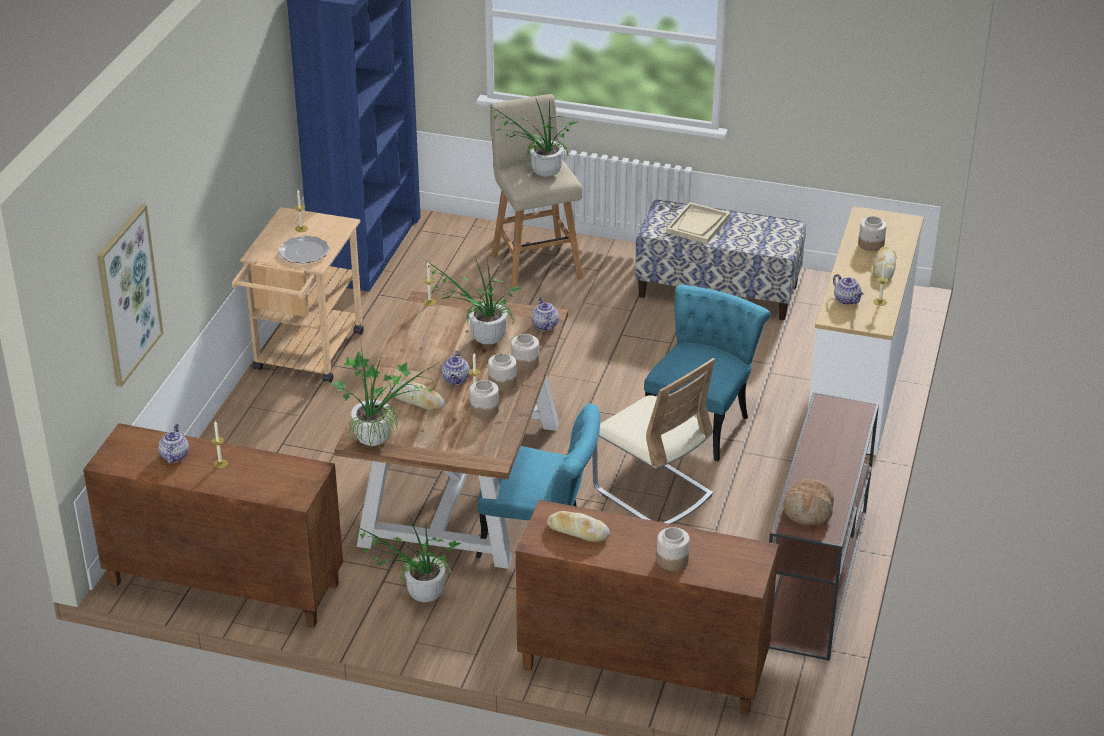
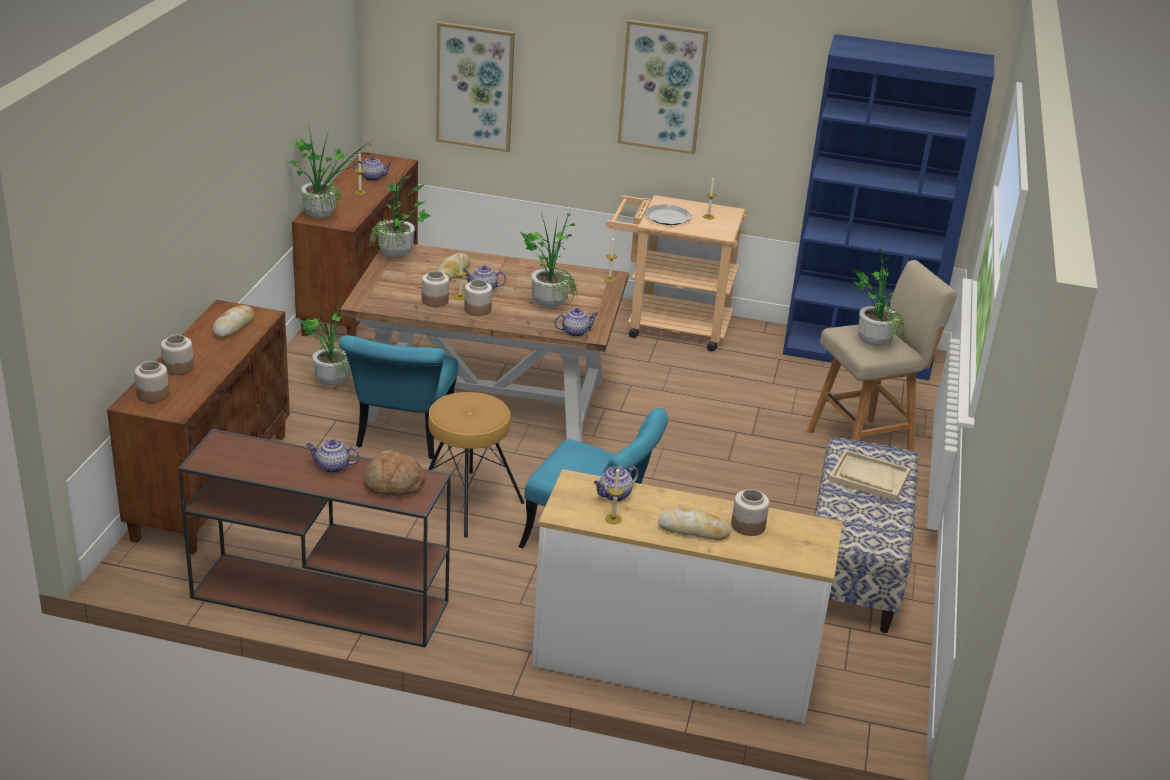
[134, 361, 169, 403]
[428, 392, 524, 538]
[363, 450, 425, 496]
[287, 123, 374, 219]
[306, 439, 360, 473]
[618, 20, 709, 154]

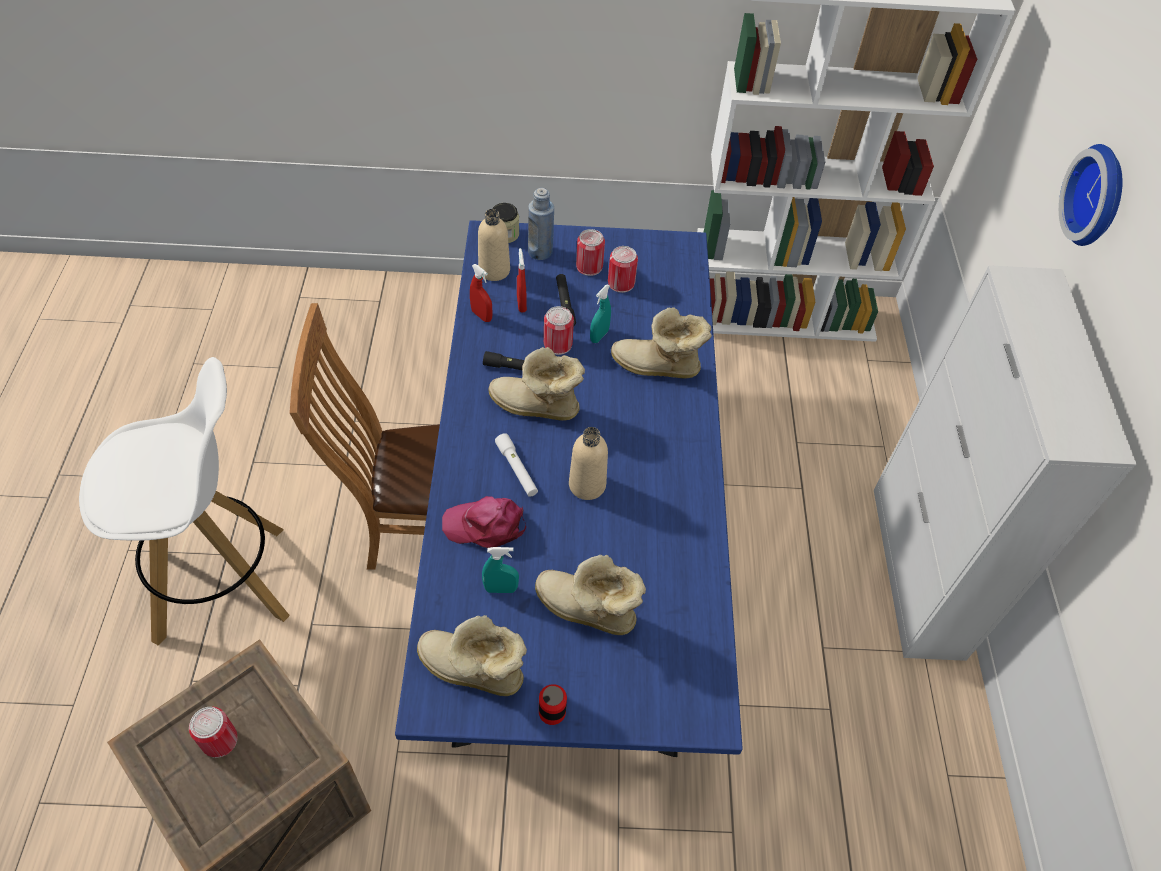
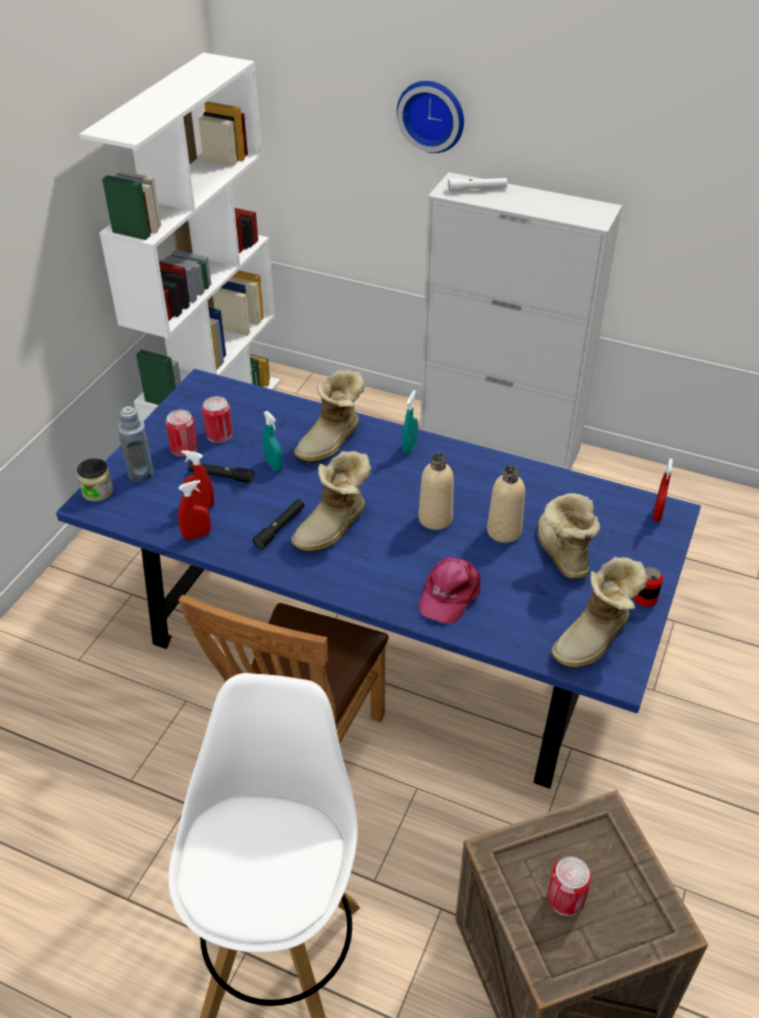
[487, 465, 525, 543]
[402, 390, 418, 454]
[448, 178, 507, 192]
[537, 493, 600, 579]
[544, 306, 574, 355] (first image)
[653, 458, 673, 522]

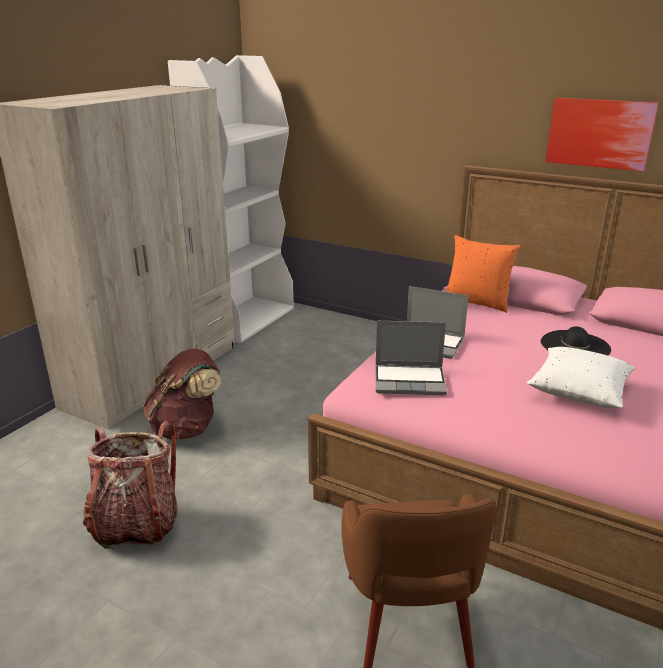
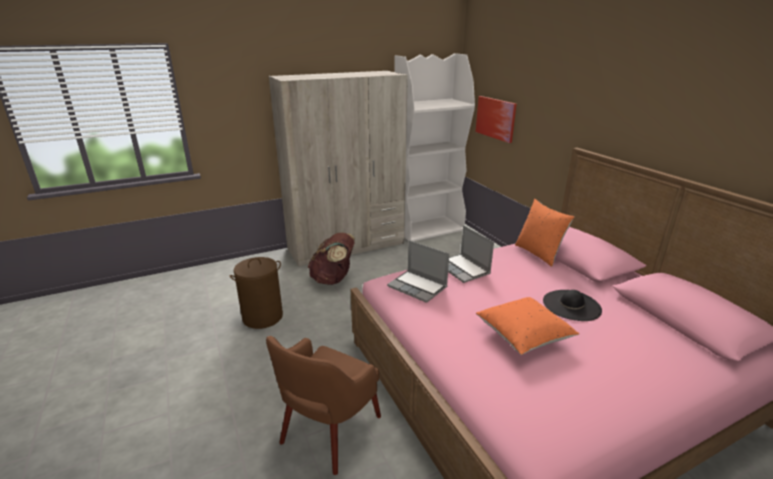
[229, 257, 283, 329]
[476, 297, 579, 355]
[476, 96, 516, 143]

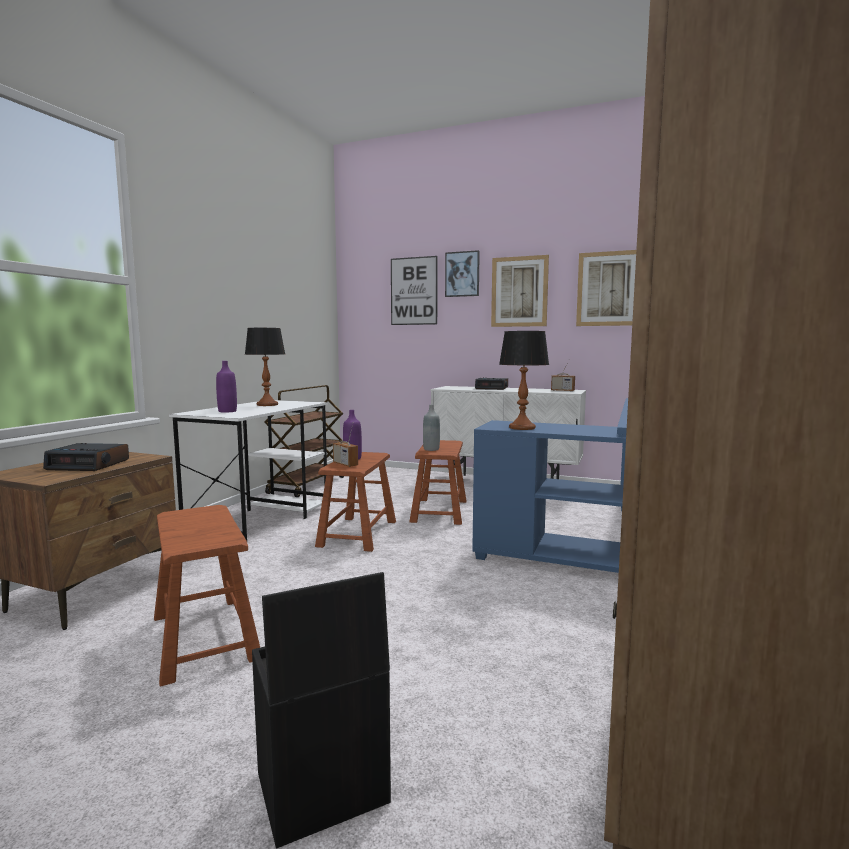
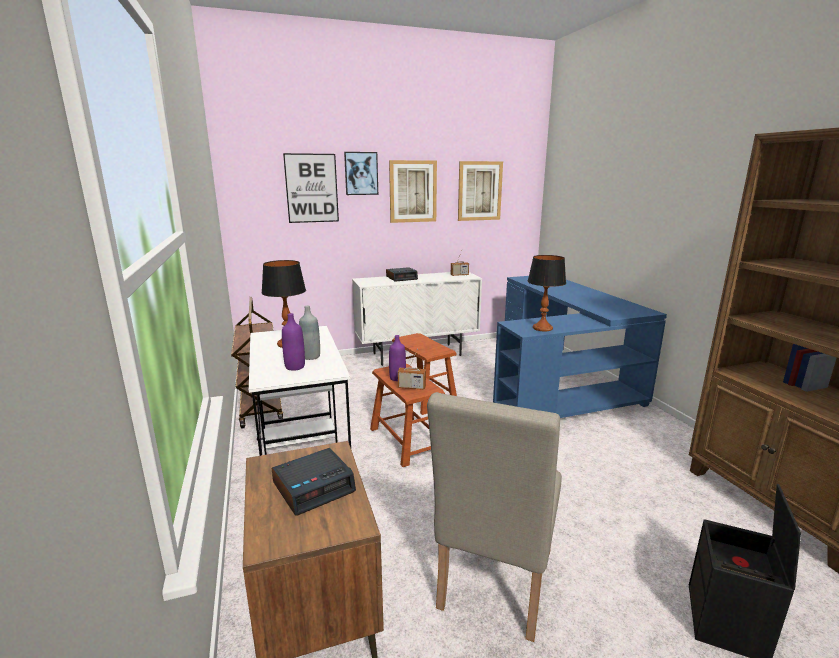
[427, 392, 562, 642]
[299, 306, 320, 360]

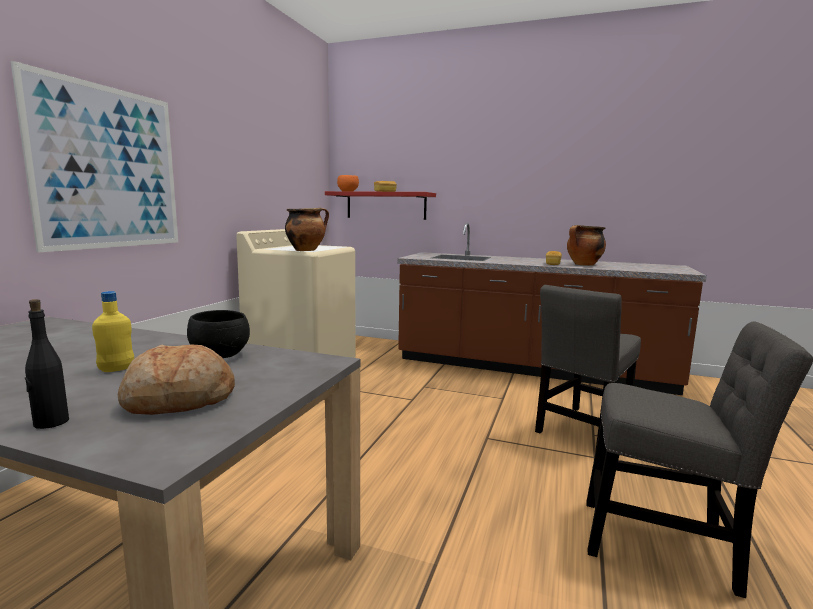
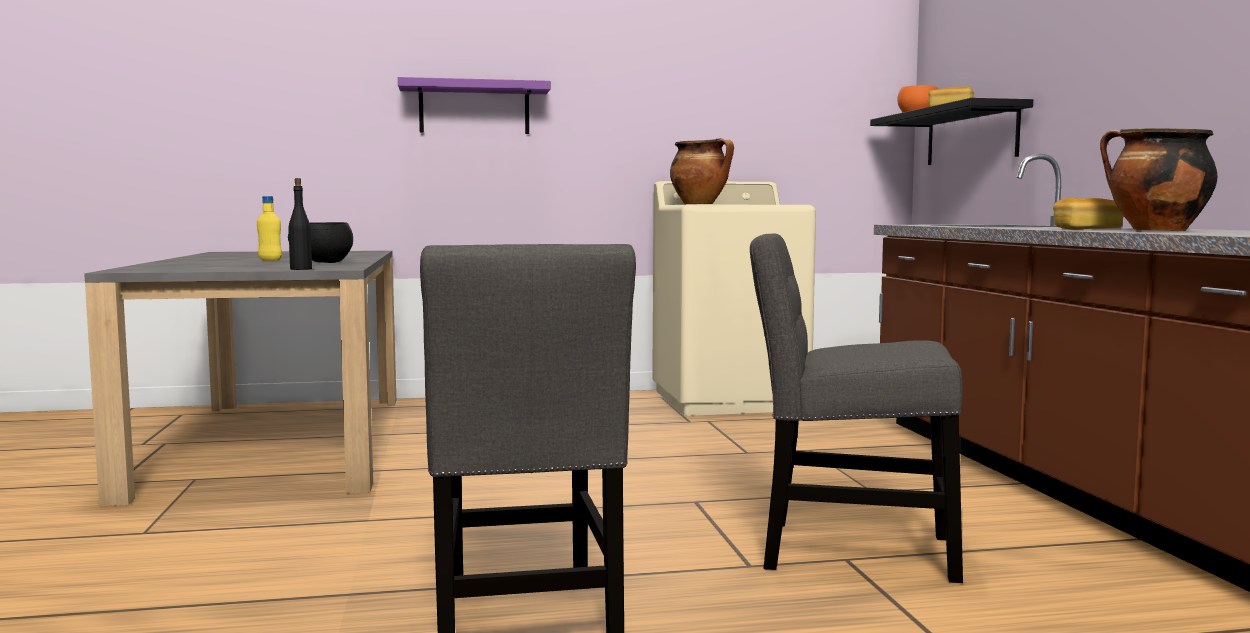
[398, 77, 551, 134]
[288, 178, 312, 270]
[118, 344, 235, 415] (first image)
[870, 98, 1033, 165]

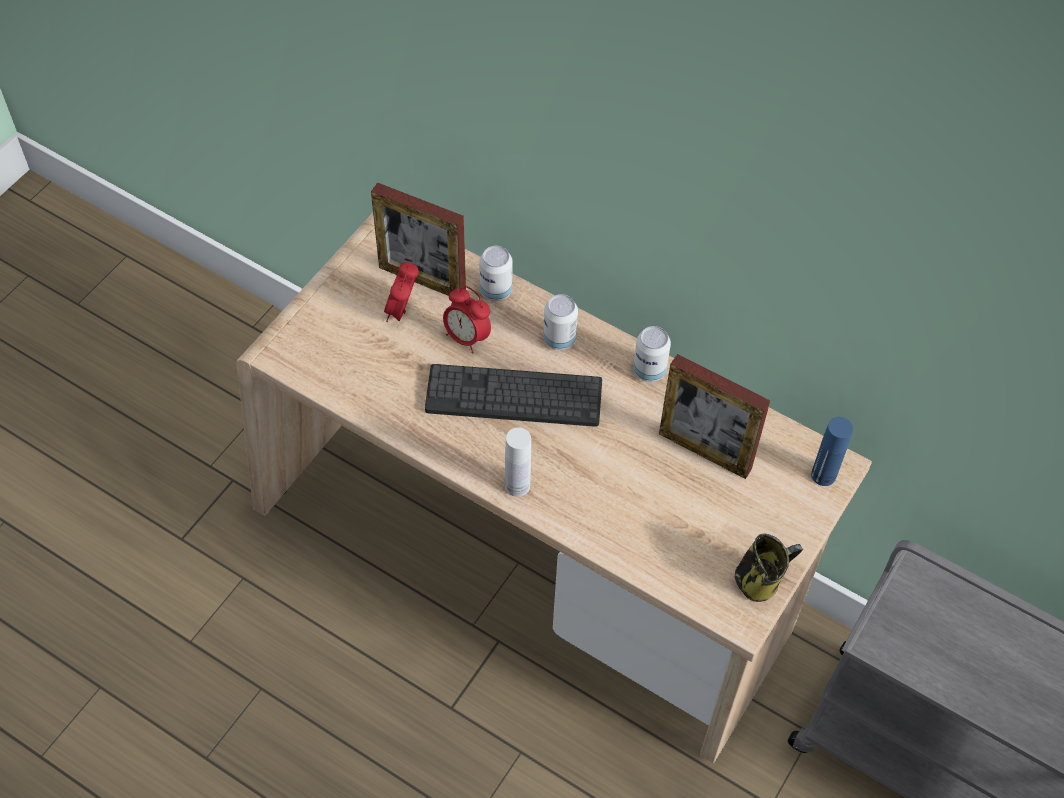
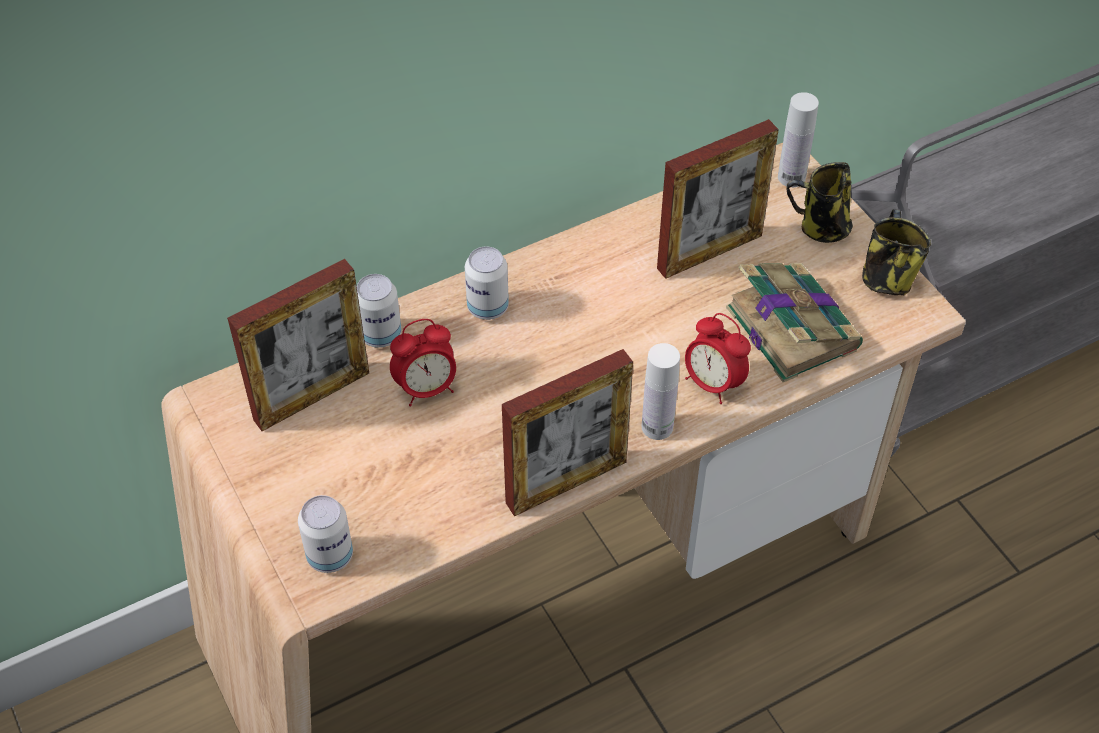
[685, 313, 751, 404]
[425, 364, 602, 427] (first image)
[298, 495, 353, 573]
[778, 92, 819, 187]
[502, 349, 633, 517]
[726, 263, 863, 382]
[787, 162, 853, 243]

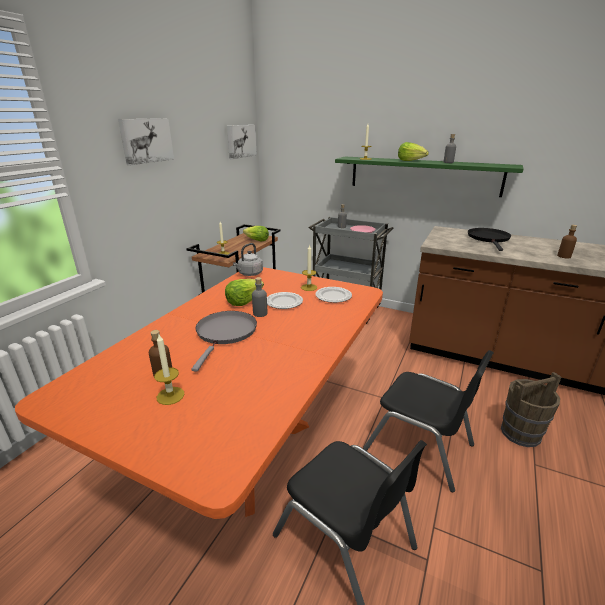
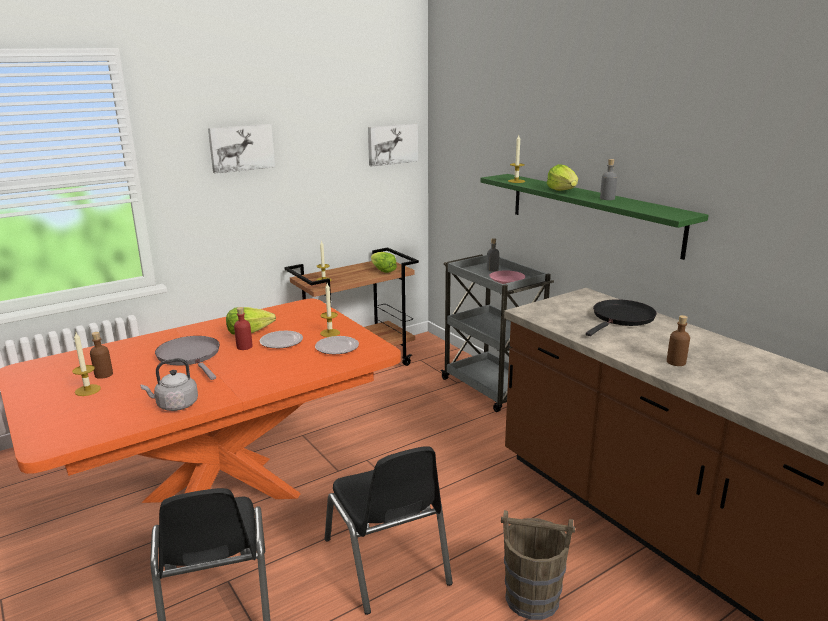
[155, 336, 220, 380]
[140, 358, 198, 411]
[234, 307, 253, 350]

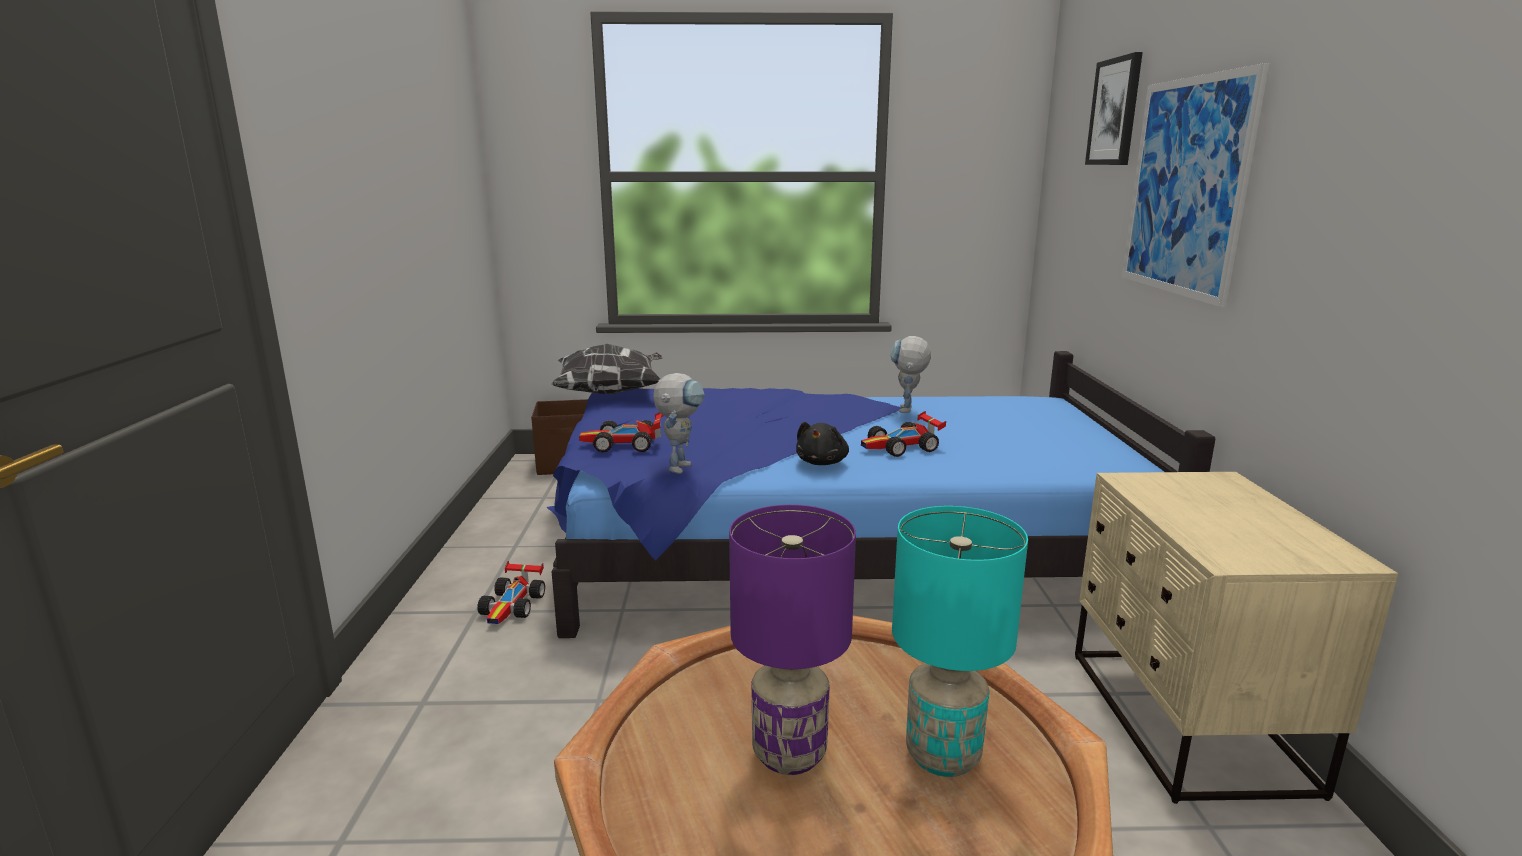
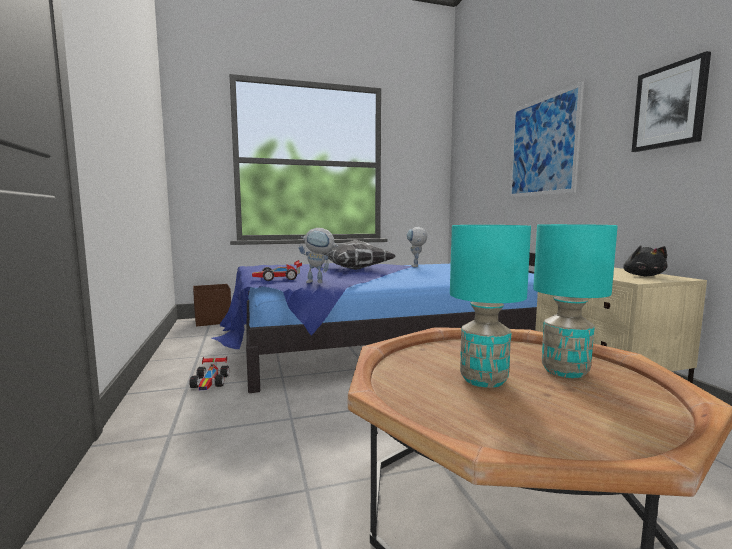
[324, 240, 396, 270]
[298, 228, 338, 283]
[450, 225, 531, 388]
[623, 245, 668, 276]
[861, 411, 946, 457] (first image)
[632, 51, 711, 152]

